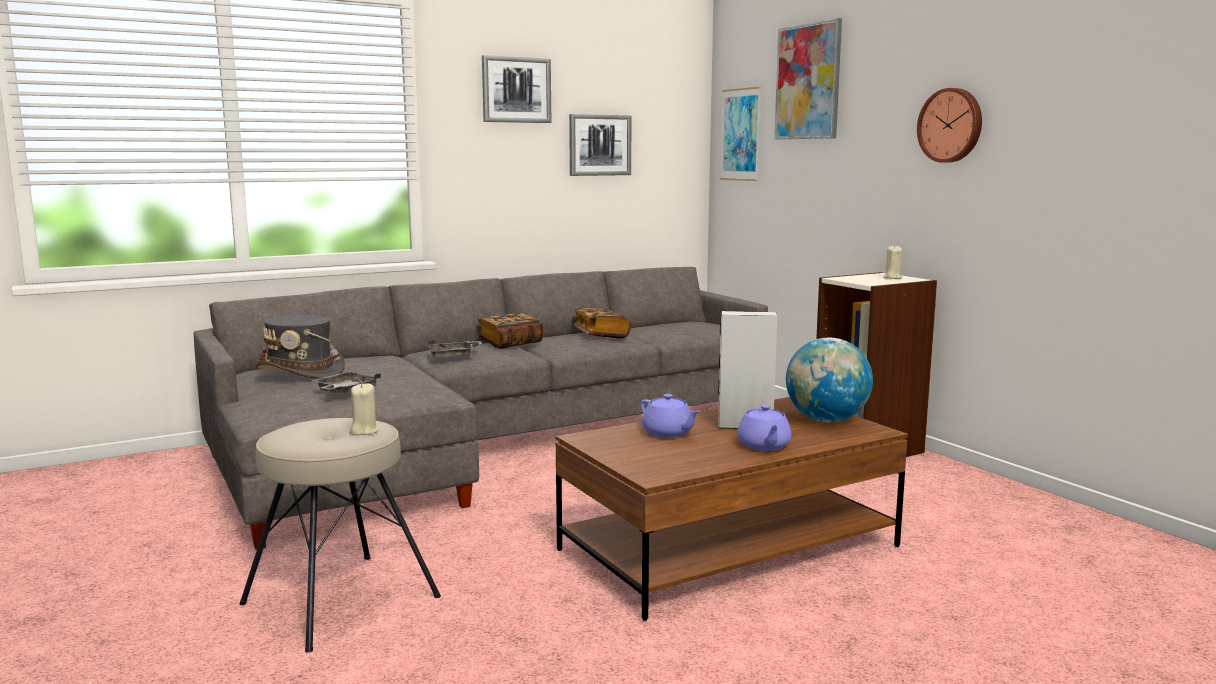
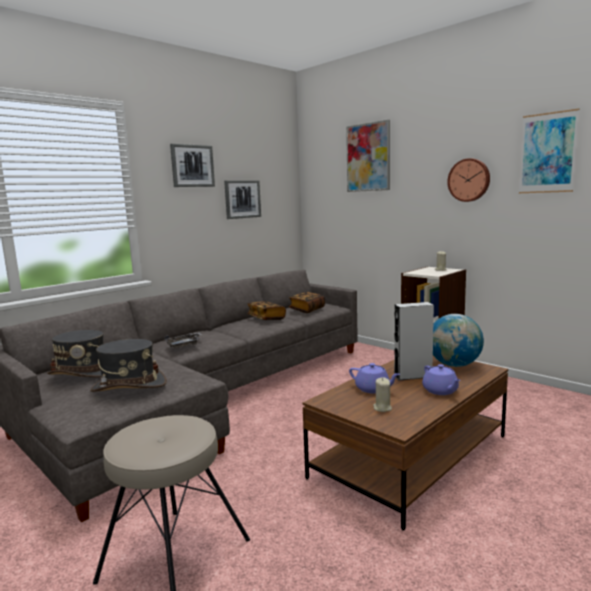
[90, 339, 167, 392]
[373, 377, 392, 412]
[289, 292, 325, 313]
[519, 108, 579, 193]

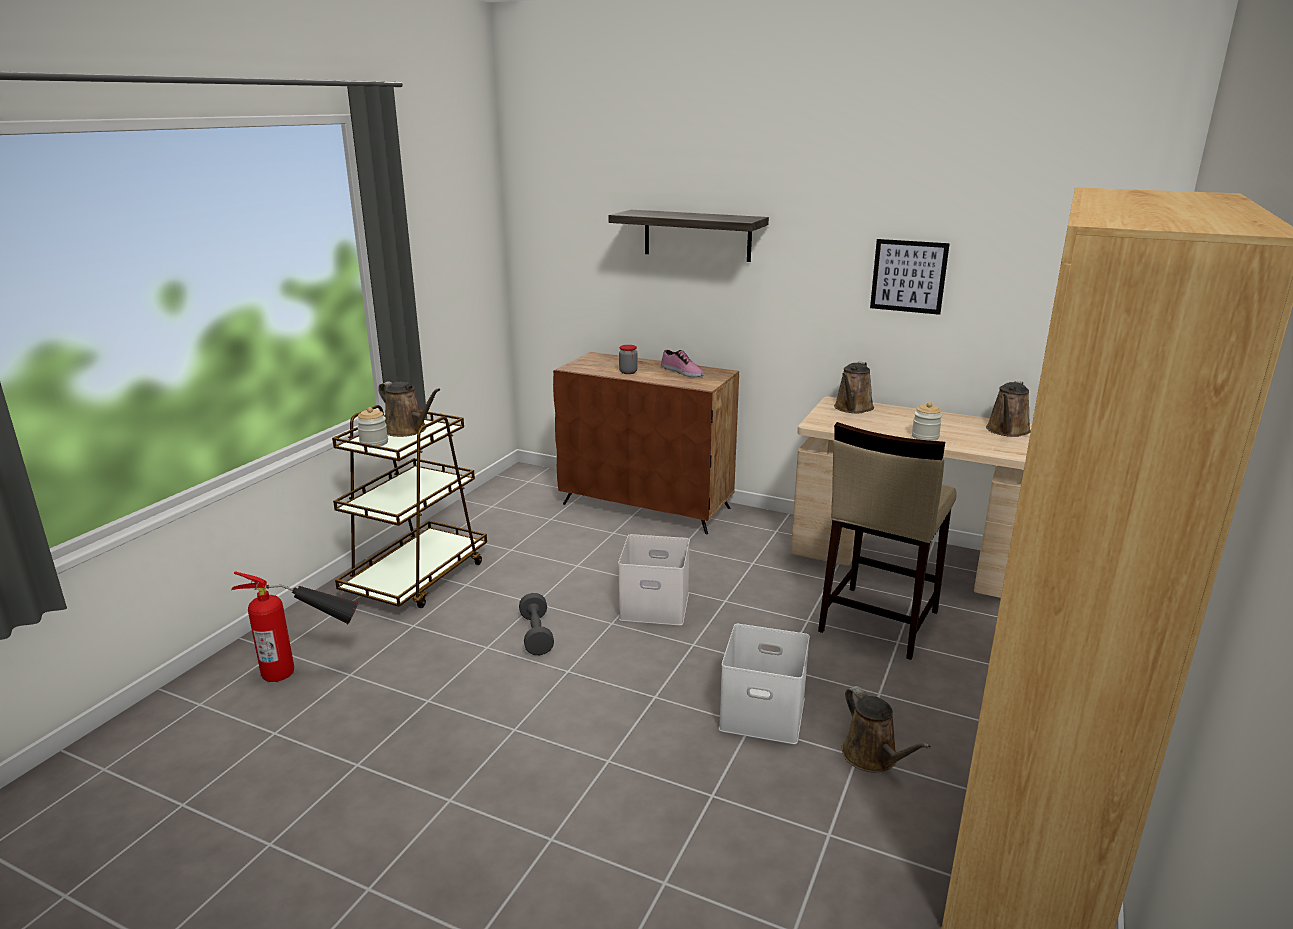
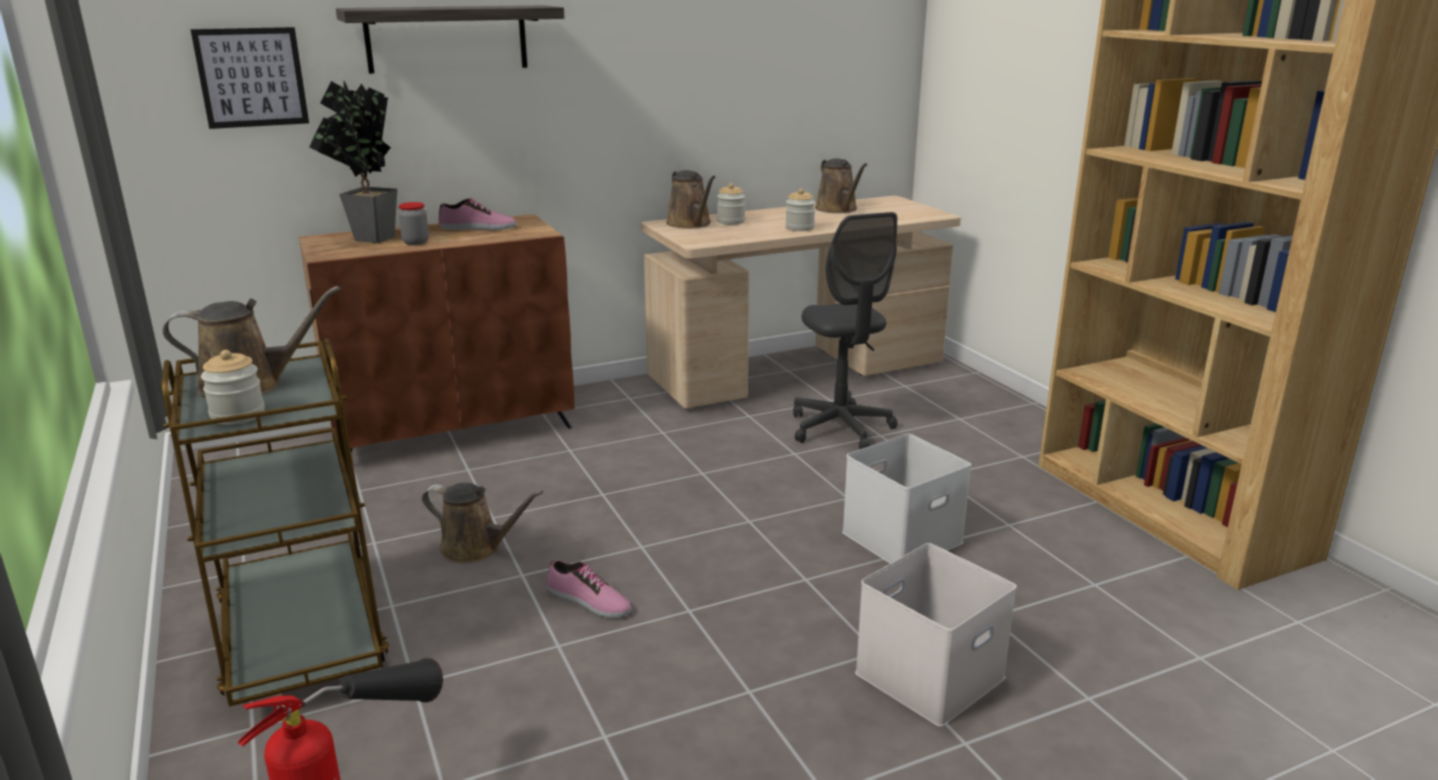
[547, 560, 632, 618]
[855, 543, 1017, 727]
[793, 212, 898, 449]
[422, 483, 543, 563]
[190, 27, 309, 129]
[309, 81, 397, 243]
[717, 183, 745, 225]

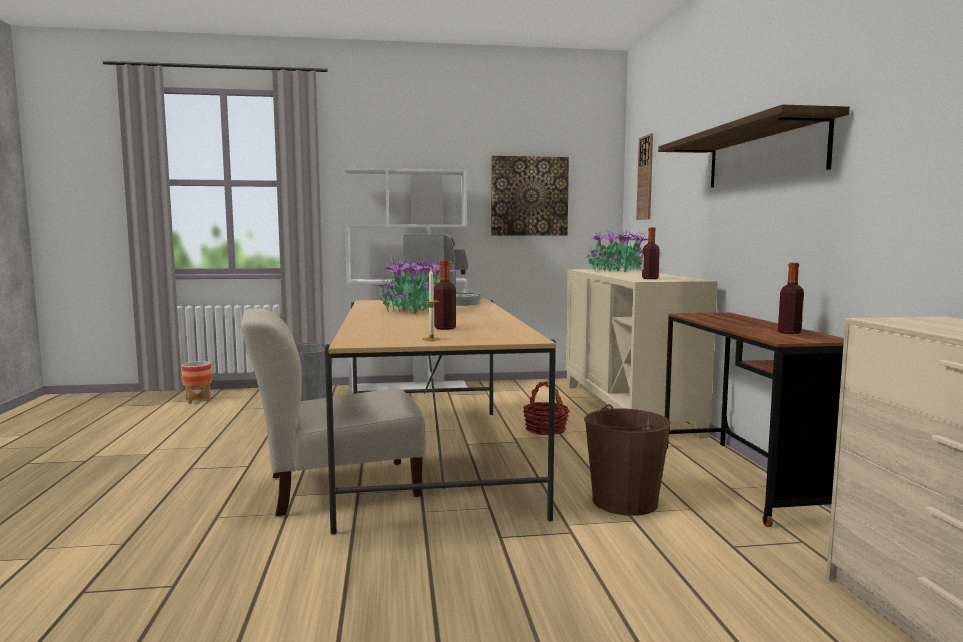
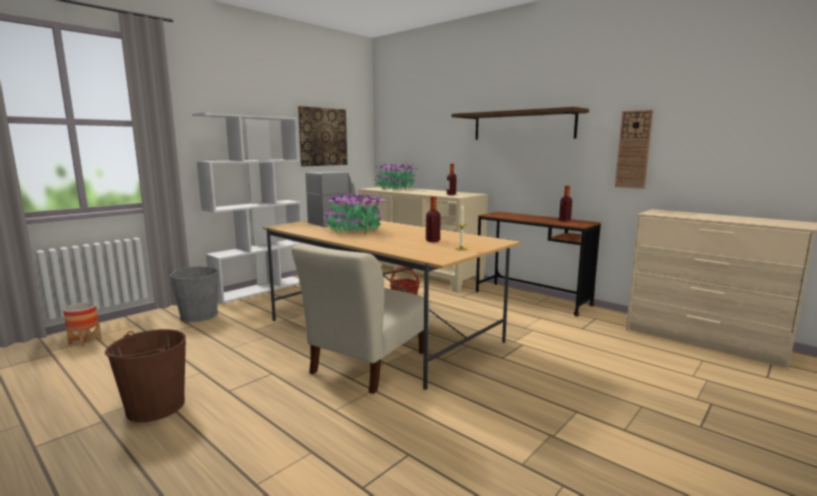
[105, 329, 186, 422]
[615, 110, 654, 189]

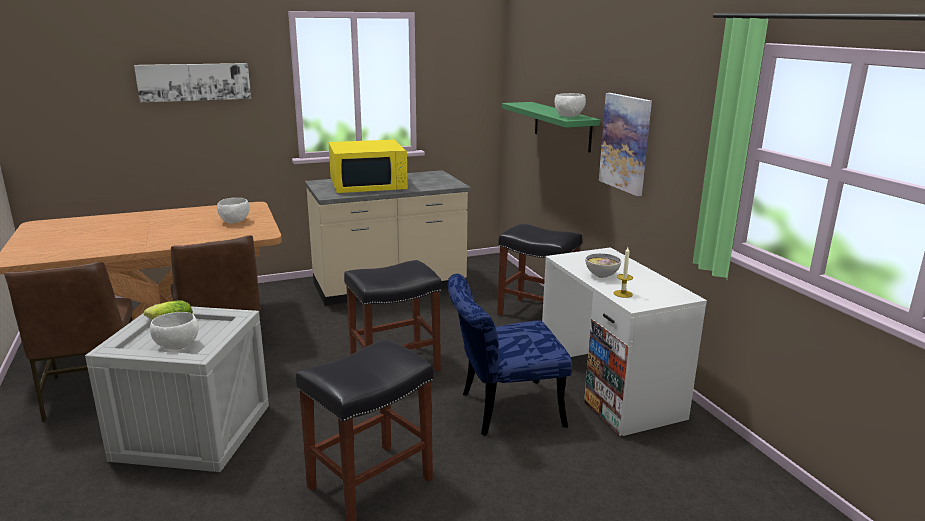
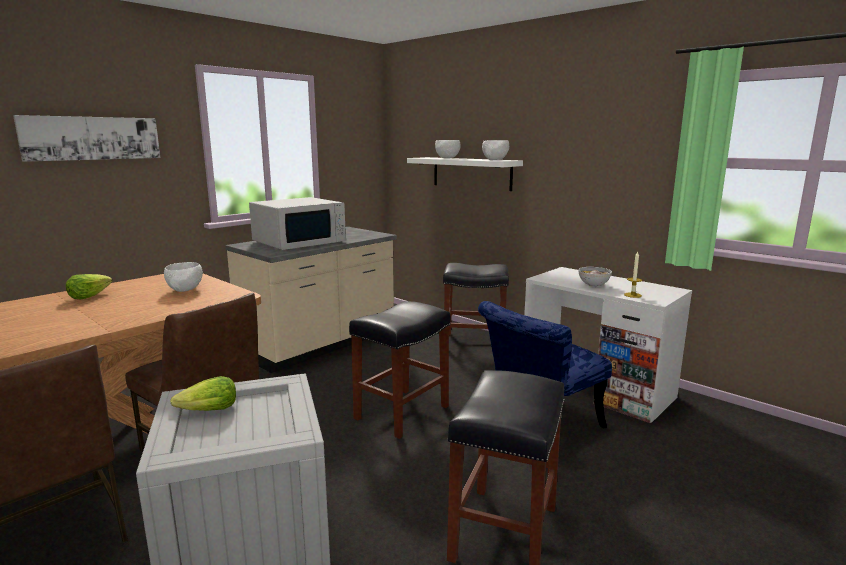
[435, 140, 460, 158]
[249, 197, 346, 250]
[407, 157, 523, 191]
[599, 93, 652, 196] (first image)
[66, 274, 112, 299]

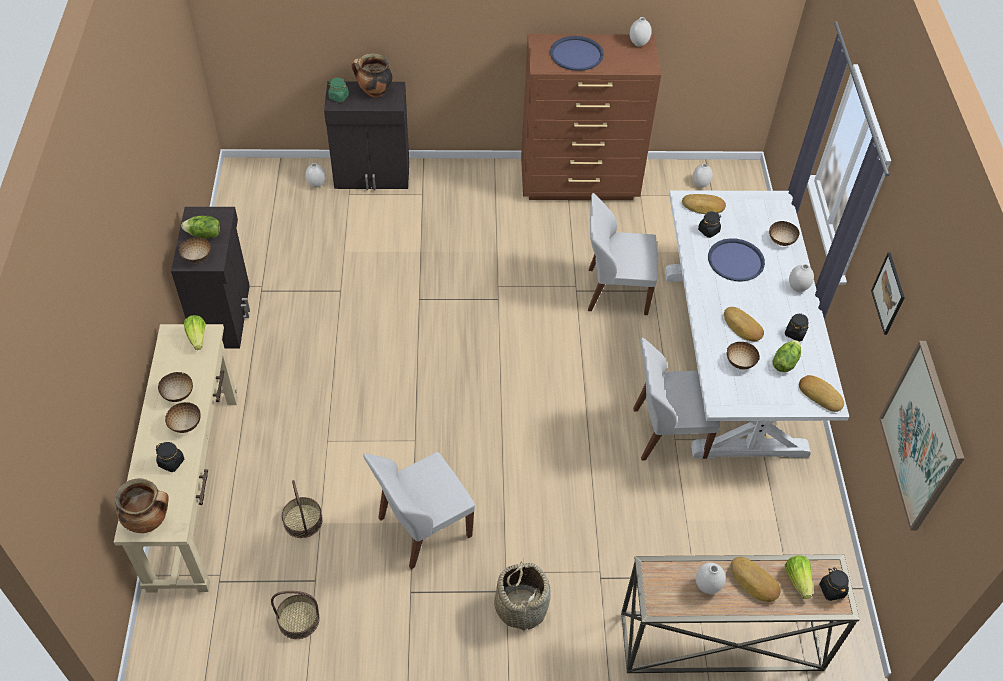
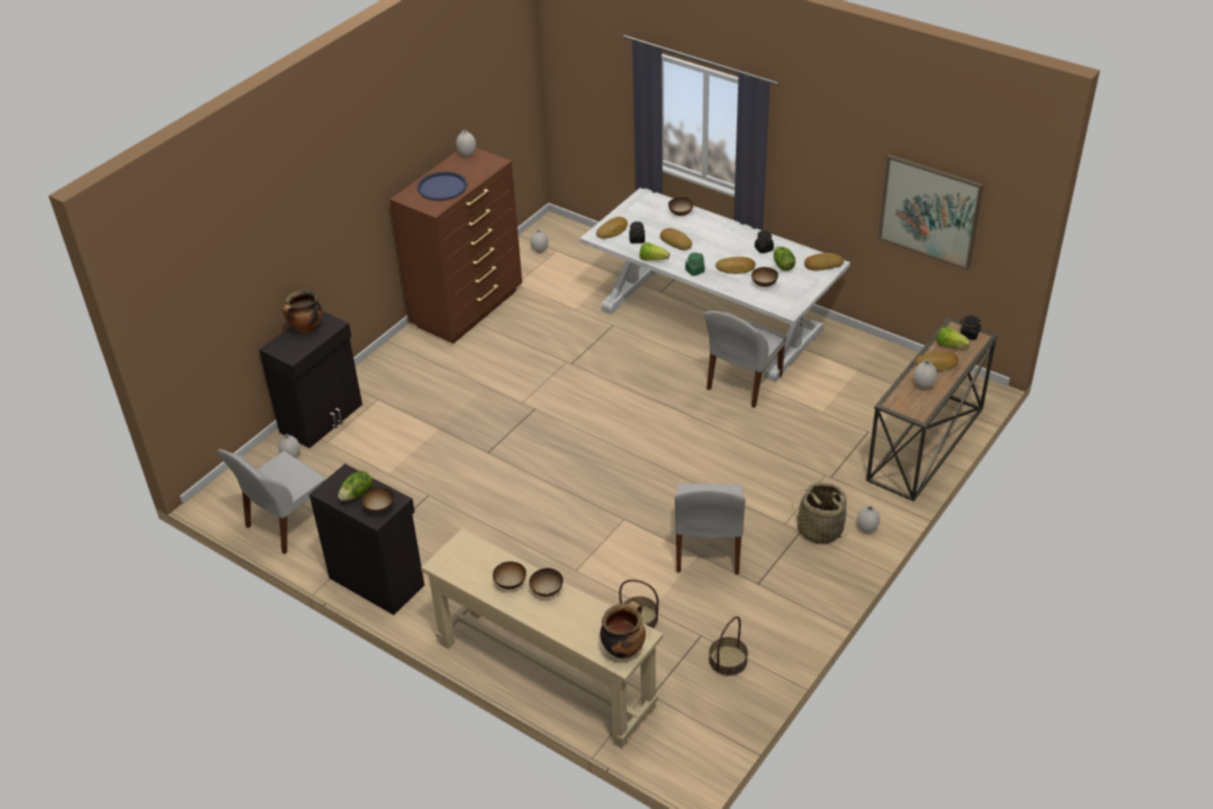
[156, 442, 184, 472] (first image)
[640, 242, 670, 260]
[685, 253, 705, 276]
[217, 449, 325, 554]
[660, 228, 692, 250]
[857, 506, 880, 533]
[871, 252, 905, 335] (first image)

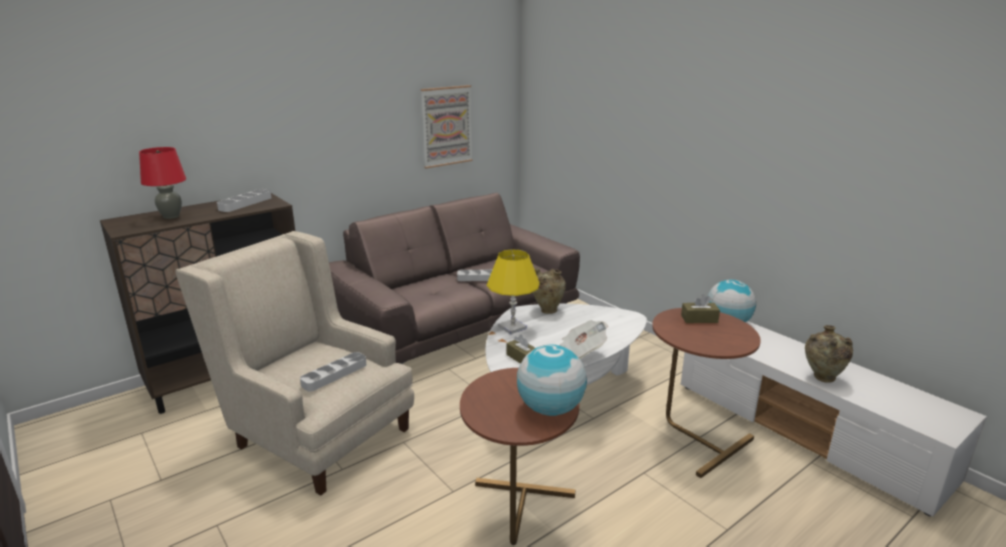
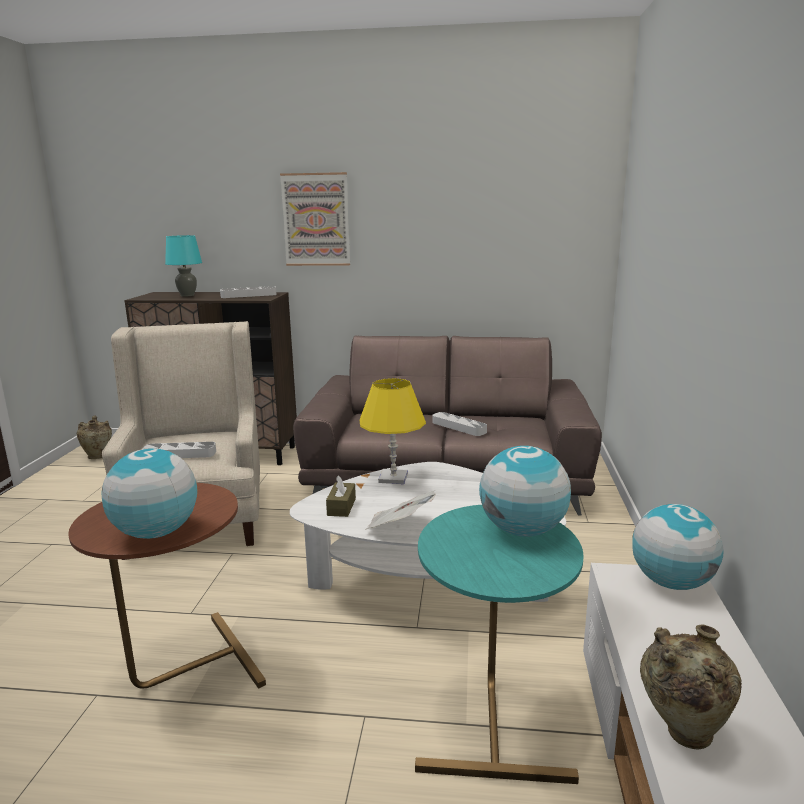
[165, 235, 202, 297]
[280, 172, 350, 266]
[77, 416, 112, 459]
[415, 505, 583, 784]
[479, 446, 571, 537]

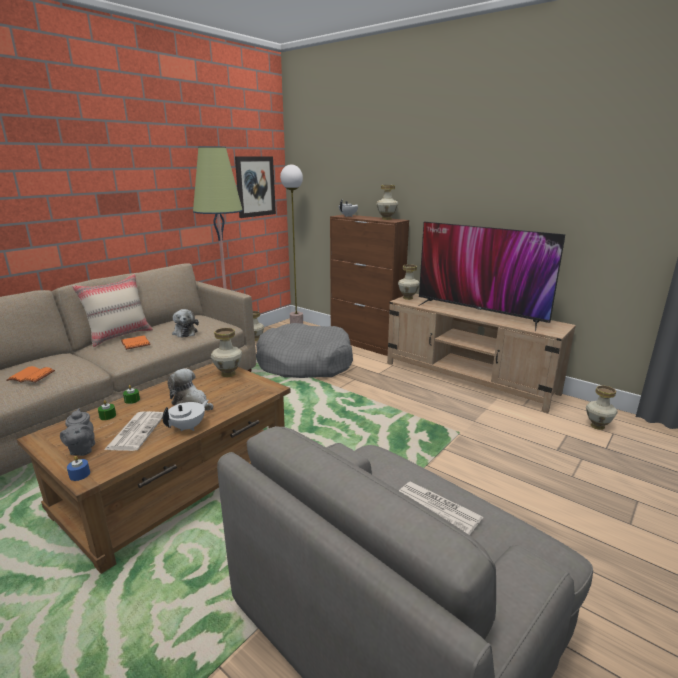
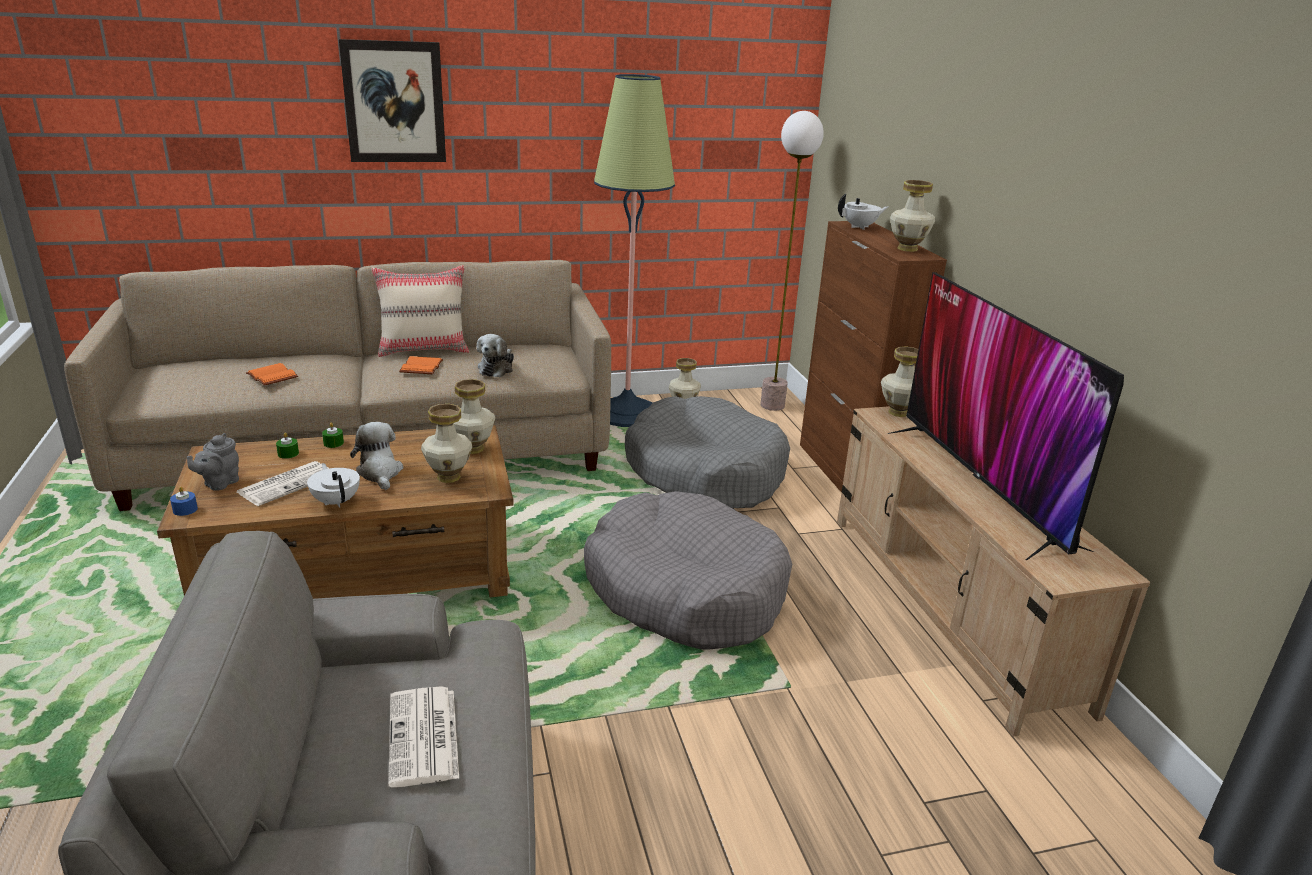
[307, 463, 360, 508]
[339, 39, 446, 162]
[421, 404, 473, 483]
[584, 491, 792, 649]

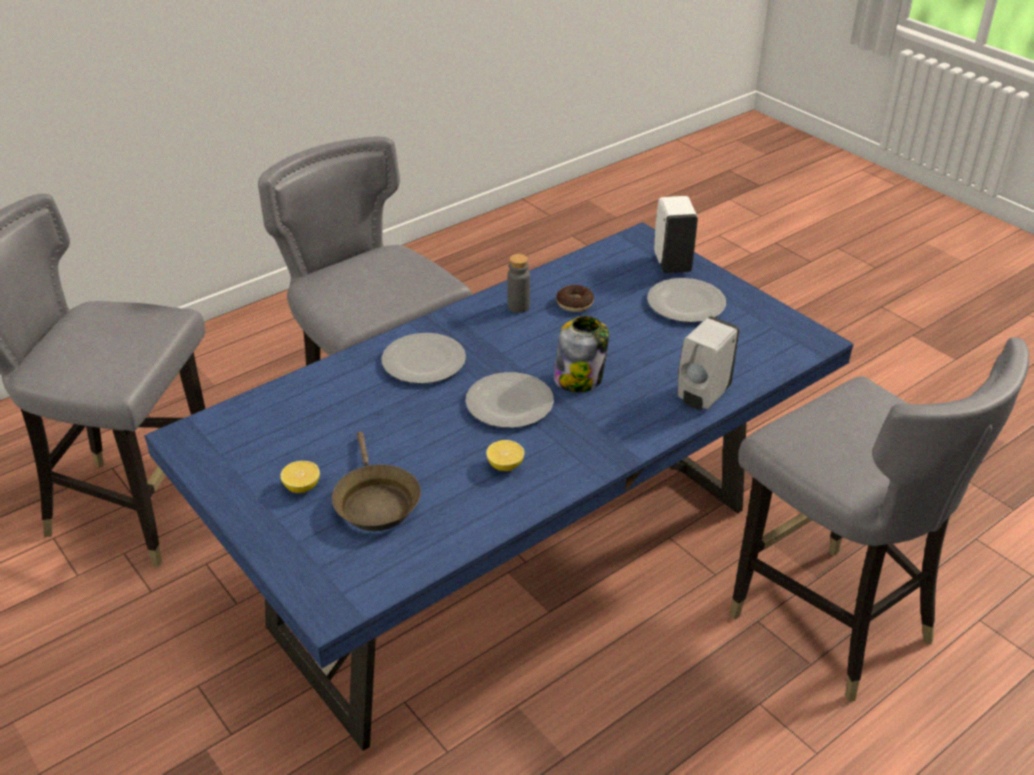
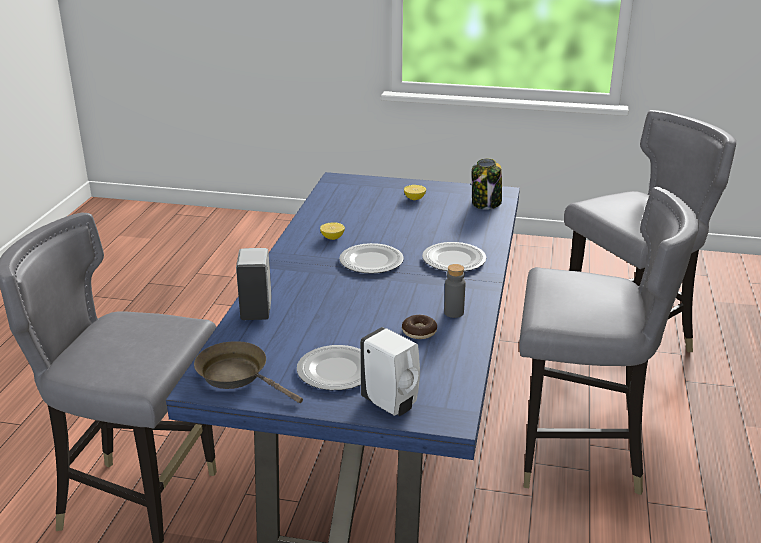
[194, 341, 303, 403]
[472, 158, 502, 210]

